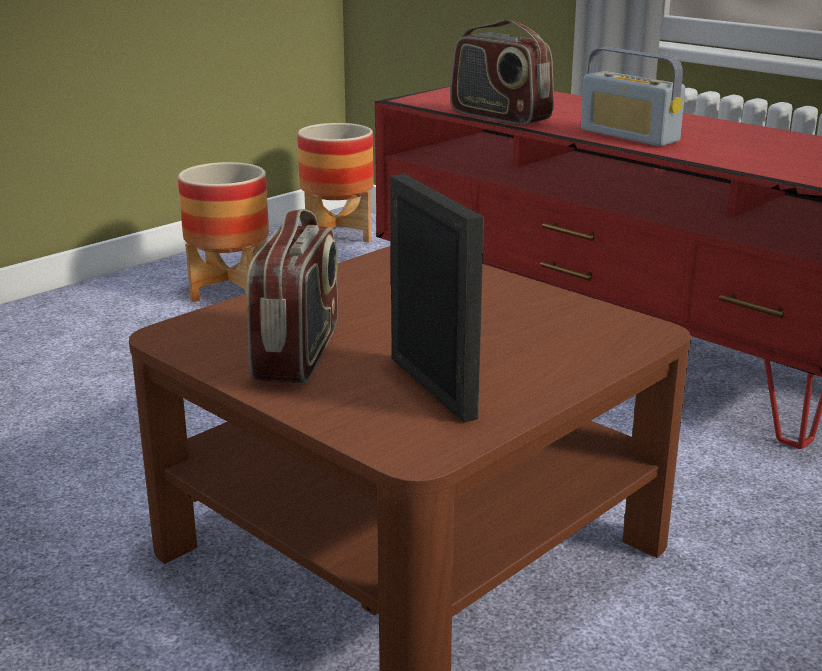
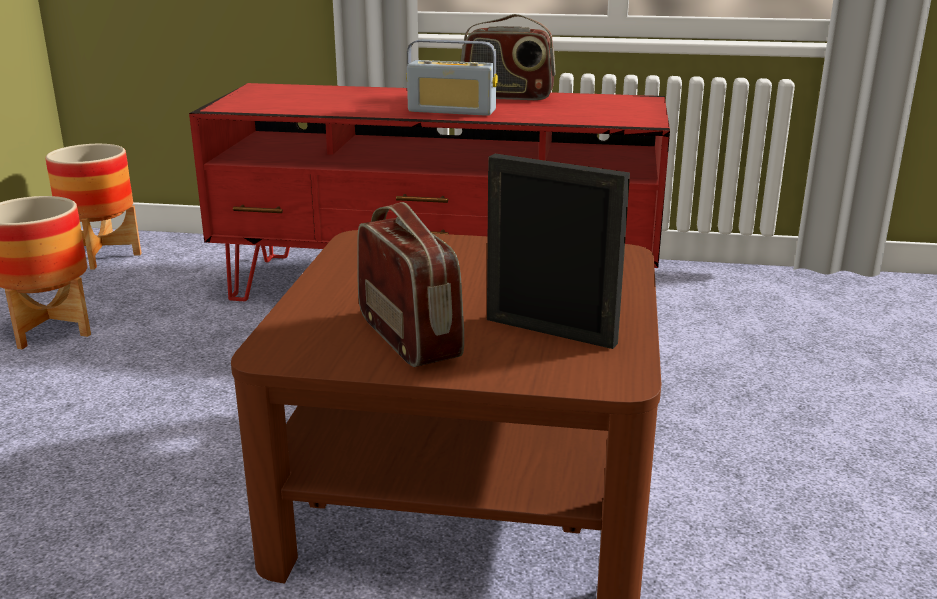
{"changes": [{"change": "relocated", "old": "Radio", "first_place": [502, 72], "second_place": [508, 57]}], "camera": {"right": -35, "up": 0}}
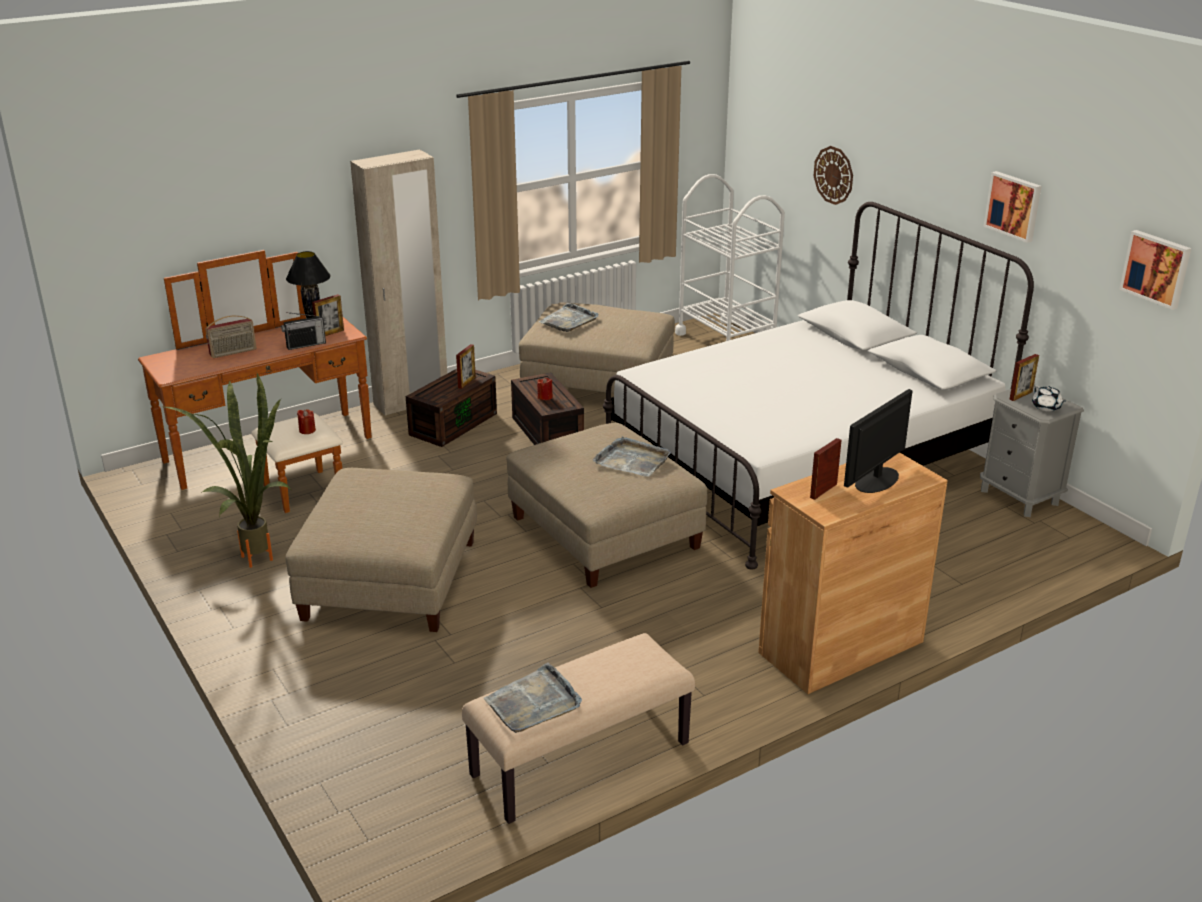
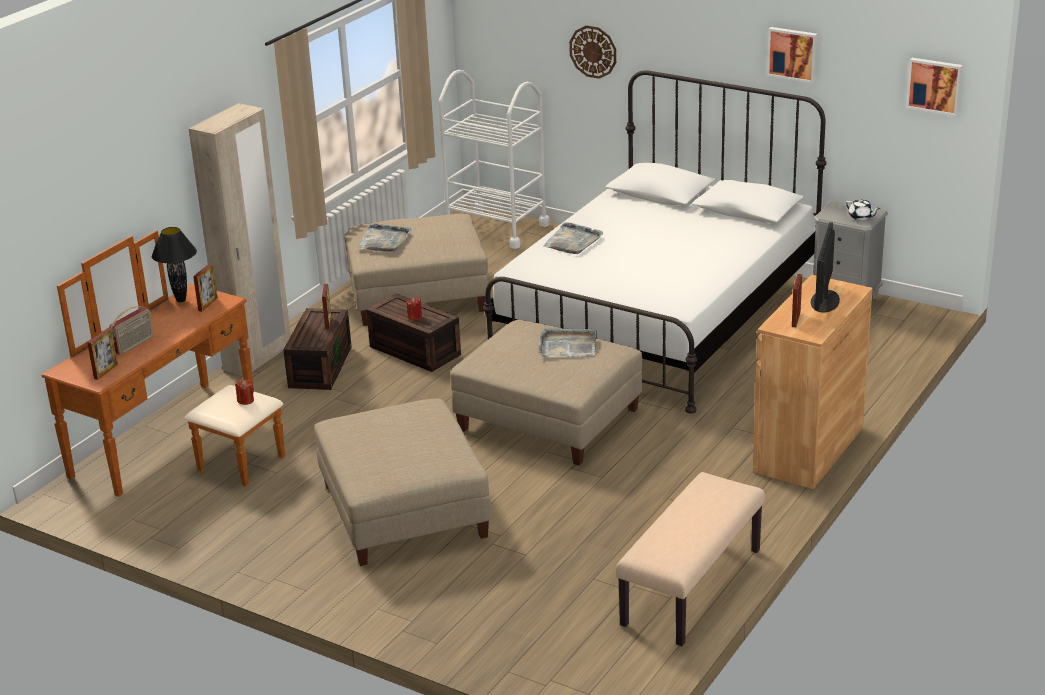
{"changes": [{"change": "missing", "old": "Radio", "first_place": [304, 331]}, {"change": "relocated", "old": "PictureFrame", "first_place": [1024, 377], "second_place": [102, 354]}, {"change": "missing", "old": "PottedPlant", "first_place": [227, 470]}, {"change": "relocated", "old": "GreyTray", "first_place": [533, 697], "second_place": [573, 238]}], "camera": {"right": -25, "up": 0}}
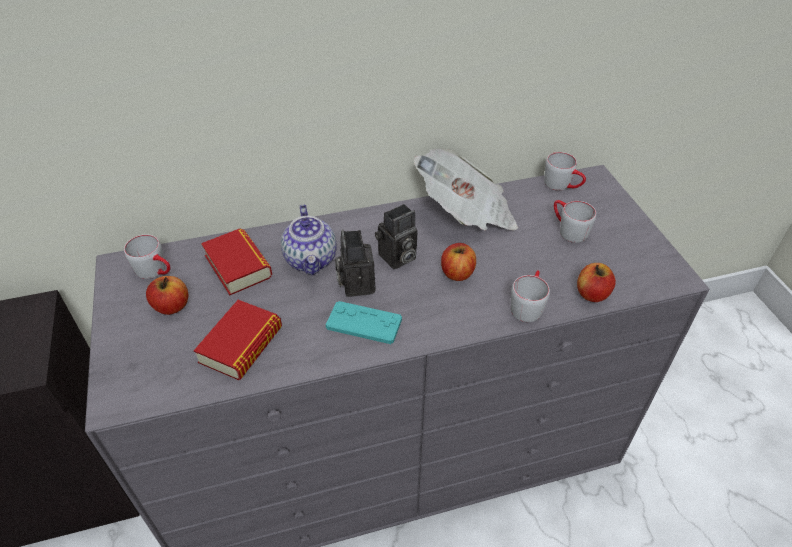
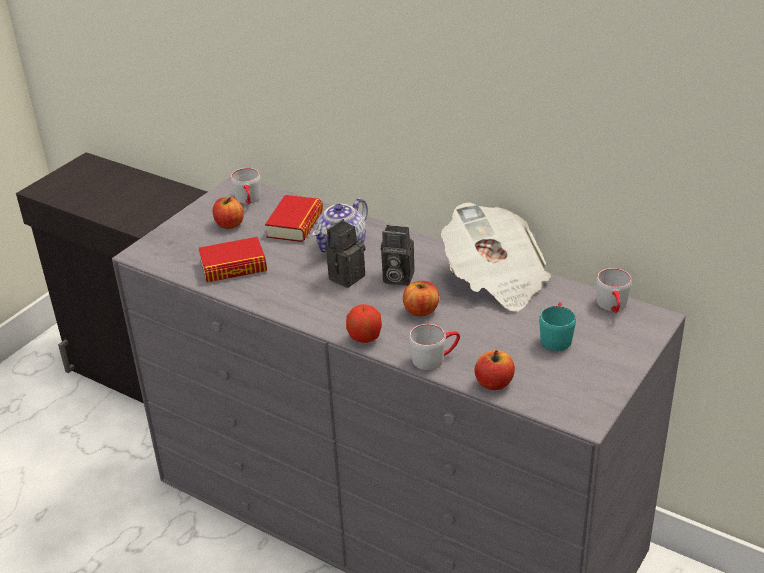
{"changes": [{"change": "colour", "old": "GreyMug", "new": "TurquoiseMug", "first_place": [575, 221], "second_place": [557, 326]}, {"change": "missing", "old": "TurquoiseGameController", "first_place": [364, 322]}, {"change": "appeared", "new": "Apple", "second_place": [364, 323]}], "camera": {"right": 50, "up": -10}}
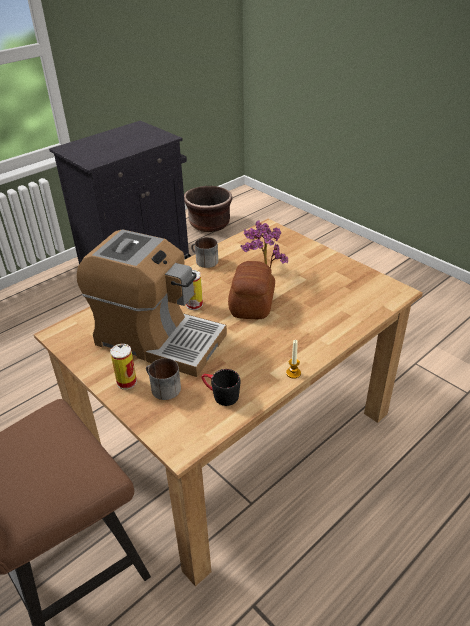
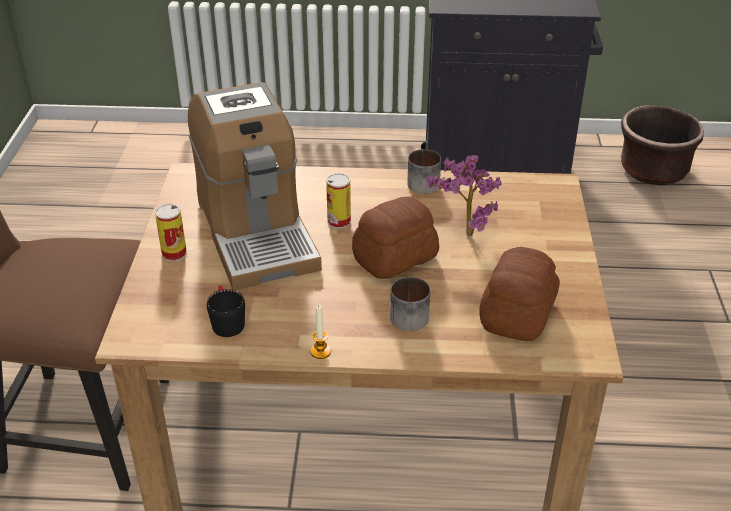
{"changes": [{"change": "relocated", "old": "Mug", "first_place": [163, 379], "second_place": [410, 304]}, {"change": "appeared", "new": "Bread", "second_place": [519, 294]}], "camera": {"right": 45, "up": 0}}
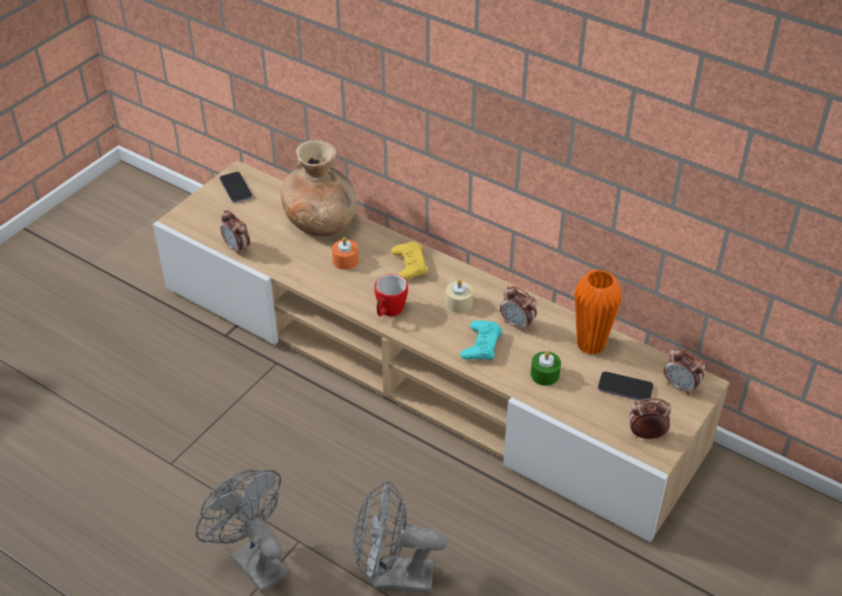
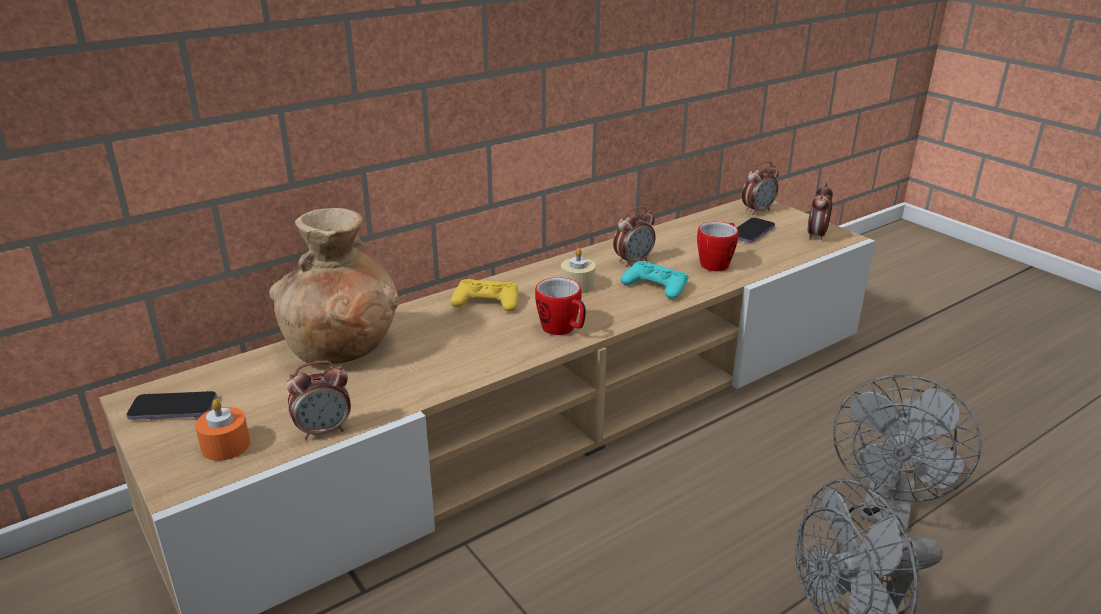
{"changes": [{"change": "relocated", "old": "OrangeCandle", "first_place": [345, 253], "second_place": [222, 430]}, {"change": "missing", "old": "OrangeVase", "first_place": [598, 312]}, {"change": "exchanged", "old": "GreenCandle", "new": "Mug", "first_place": [546, 368], "second_place": [717, 246]}], "camera": {"right": -70, "up": -15}}
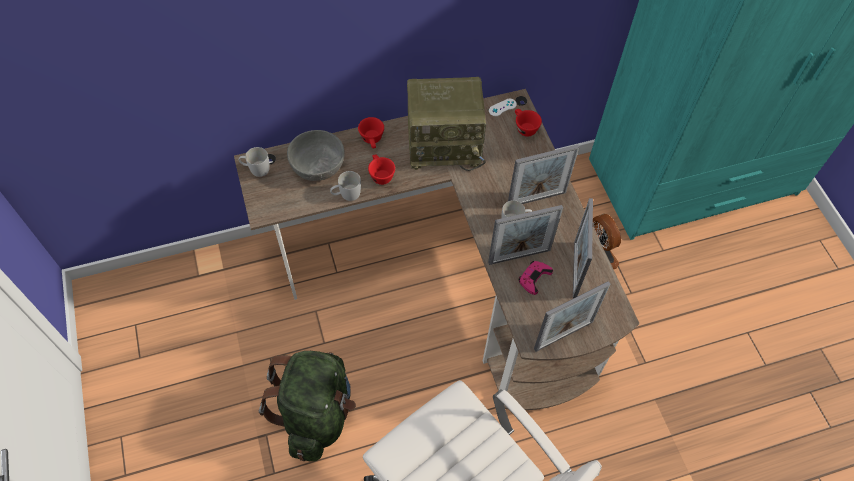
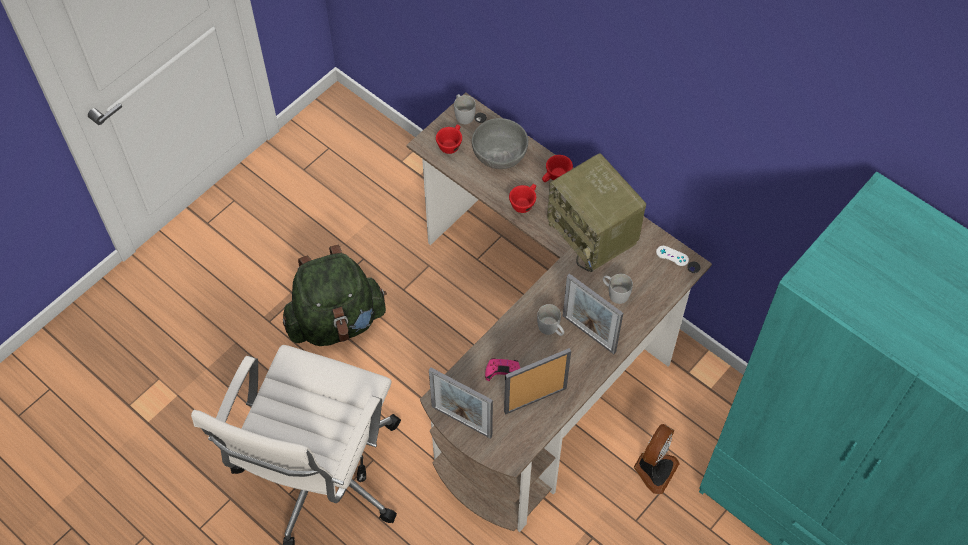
{"changes": [{"change": "relocated", "old": "RedCup", "first_place": [528, 123], "second_place": [449, 139]}, {"change": "relocated", "old": "WhiteMug", "first_place": [345, 186], "second_place": [618, 289]}, {"change": "missing", "old": "PictureFrame", "first_place": [525, 235]}], "camera": {"right": 60, "up": 0}}
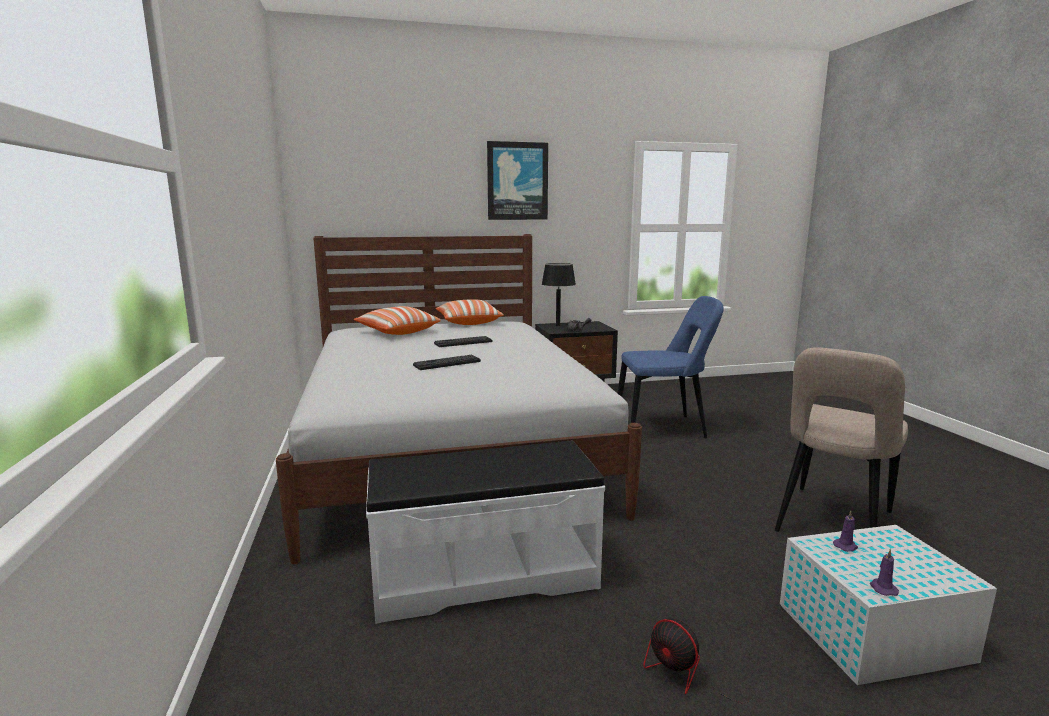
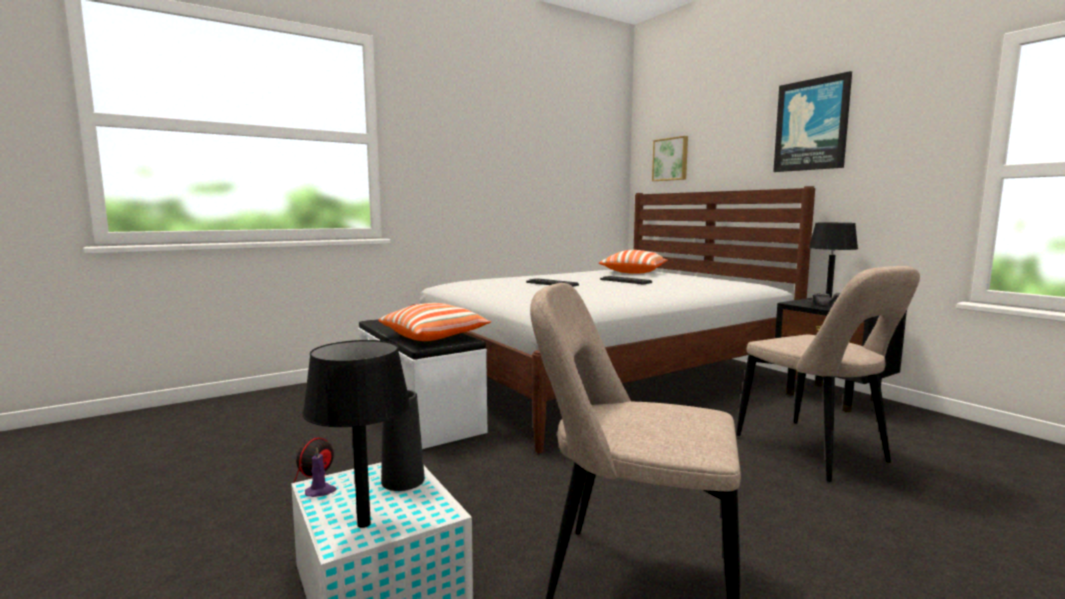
{"changes": [{"change": "colour", "old": "BlueChair", "new": "BeigeChair", "first_place": [671, 367], "second_place": [828, 374]}, {"change": "relocated", "old": "Pillow", "first_place": [470, 312], "second_place": [435, 322]}, {"change": "exchanged", "old": "PurpleCandle", "new": "BlackVase", "first_place": [845, 531], "second_place": [403, 440]}, {"change": "appeared", "new": "Picture", "second_place": [670, 158]}, {"change": "appeared", "new": "BlackTableLamp", "second_place": [356, 434]}], "camera": {"right": 70, "up": -5}}
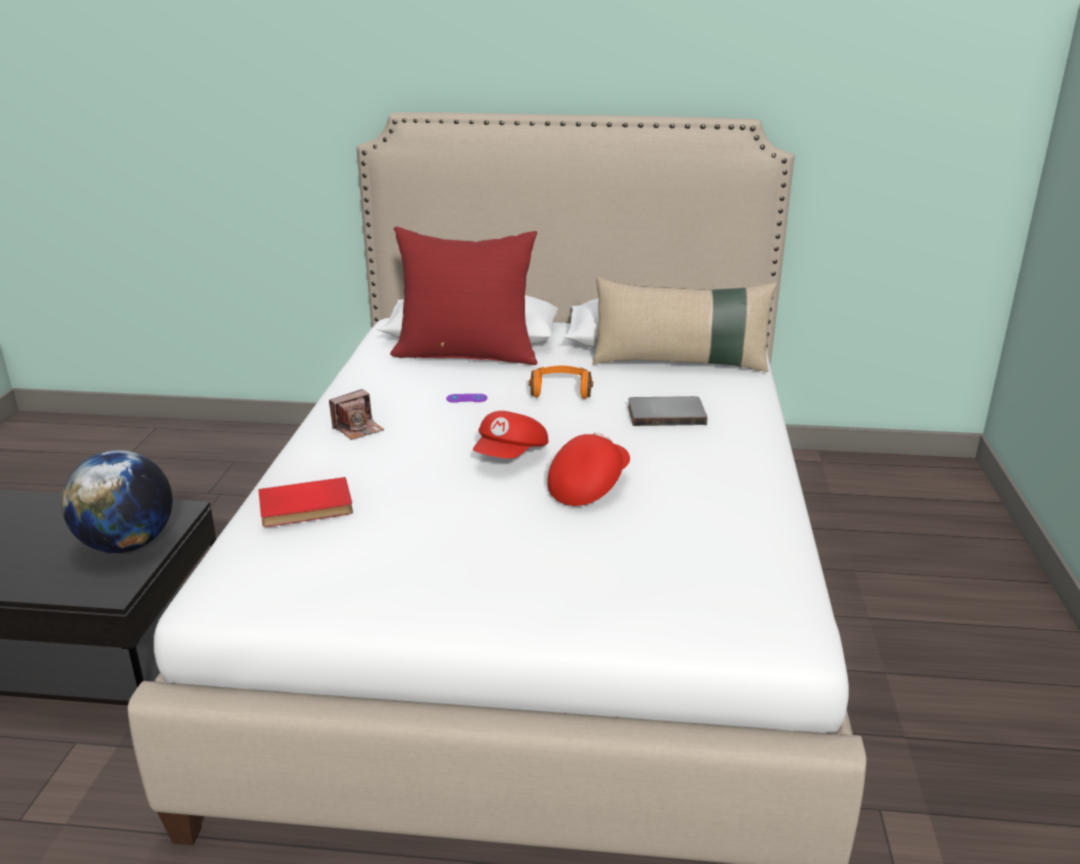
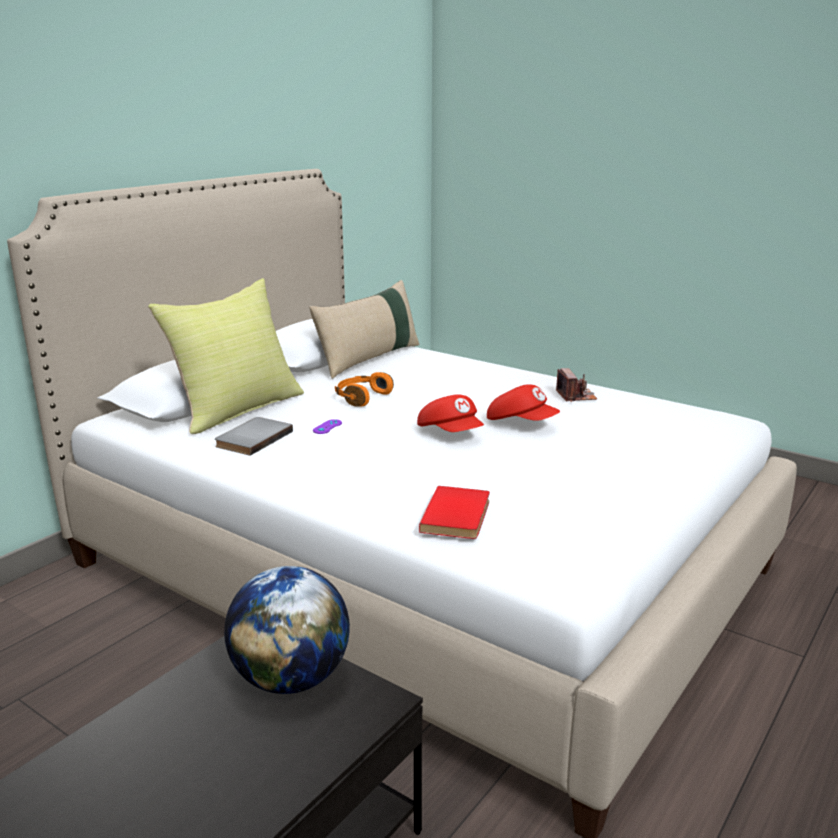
{"changes": [{"change": "colour", "old": "RedPillow", "new": "YellowPillow", "first_place": [463, 296], "second_place": [226, 356]}, {"change": "relocated", "old": "PhotoCamera", "first_place": [356, 414], "second_place": [576, 385]}, {"change": "relocated", "old": "GreyBook", "first_place": [668, 411], "second_place": [254, 436]}, {"change": "spun", "old": "RedCap", "first_place": [588, 469], "second_place": [523, 402], "degrees": 150}], "camera": {"right": -60, "up": -5}}
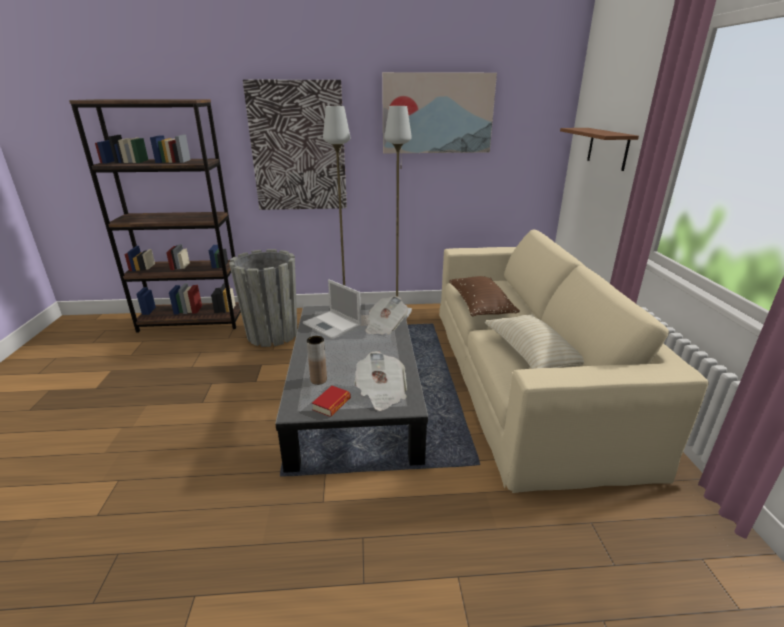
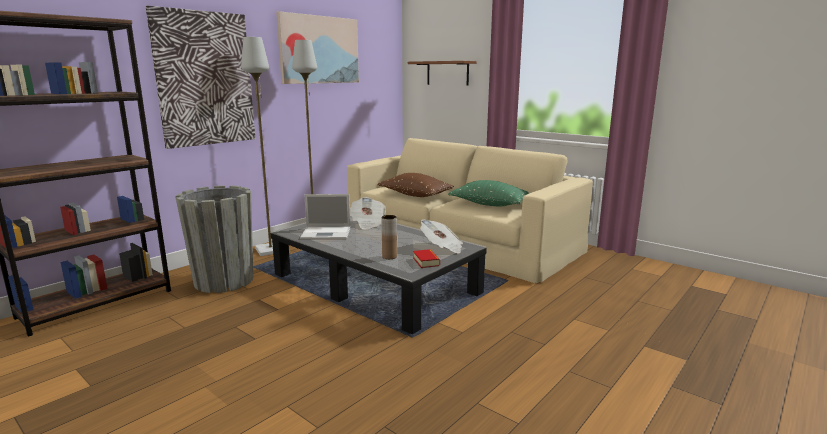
{"changes": [{"change": "colour", "old": "BeigePillow", "new": "GreenPillow", "first_place": [534, 342], "second_place": [488, 193]}], "camera": {"right": -45, "up": -10}}
